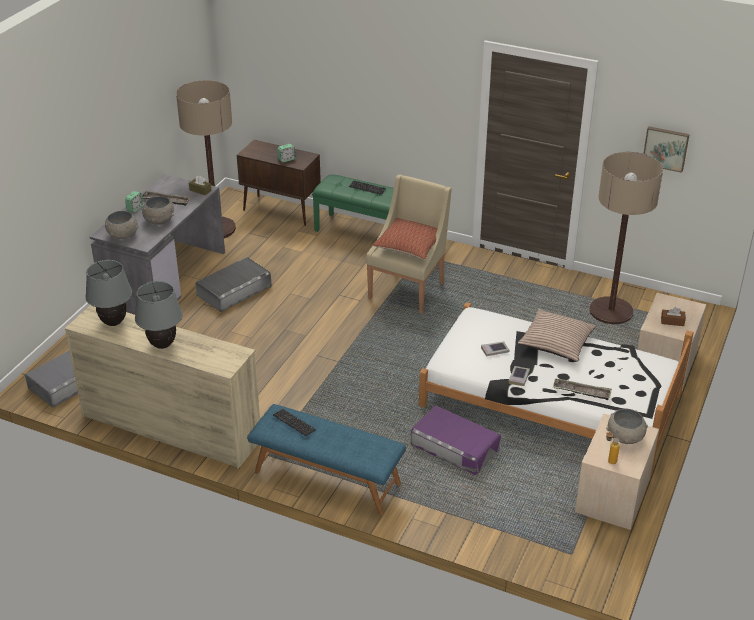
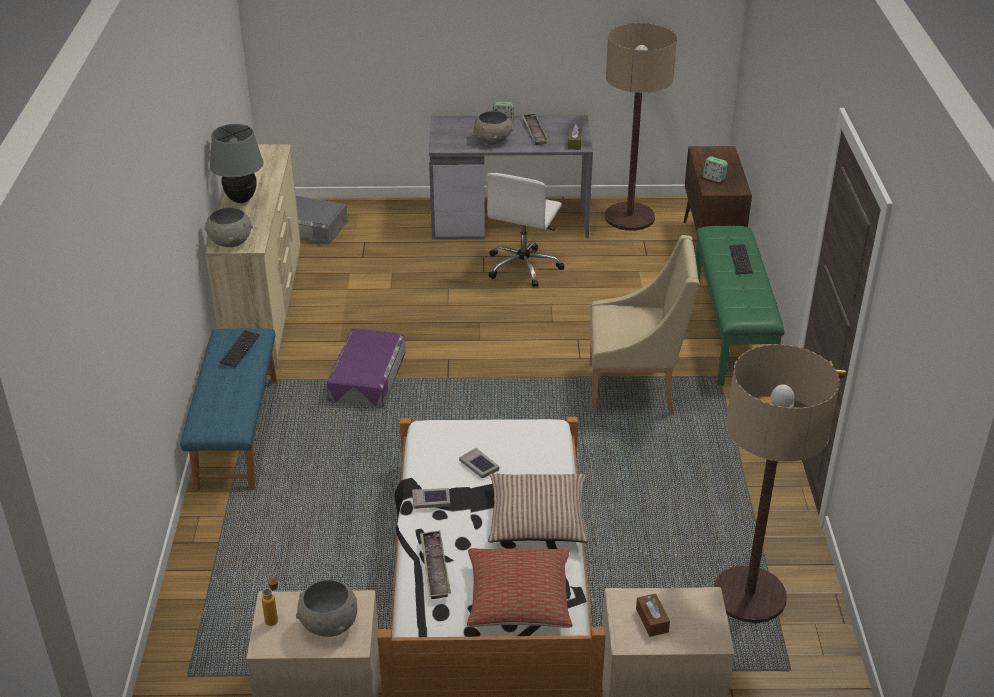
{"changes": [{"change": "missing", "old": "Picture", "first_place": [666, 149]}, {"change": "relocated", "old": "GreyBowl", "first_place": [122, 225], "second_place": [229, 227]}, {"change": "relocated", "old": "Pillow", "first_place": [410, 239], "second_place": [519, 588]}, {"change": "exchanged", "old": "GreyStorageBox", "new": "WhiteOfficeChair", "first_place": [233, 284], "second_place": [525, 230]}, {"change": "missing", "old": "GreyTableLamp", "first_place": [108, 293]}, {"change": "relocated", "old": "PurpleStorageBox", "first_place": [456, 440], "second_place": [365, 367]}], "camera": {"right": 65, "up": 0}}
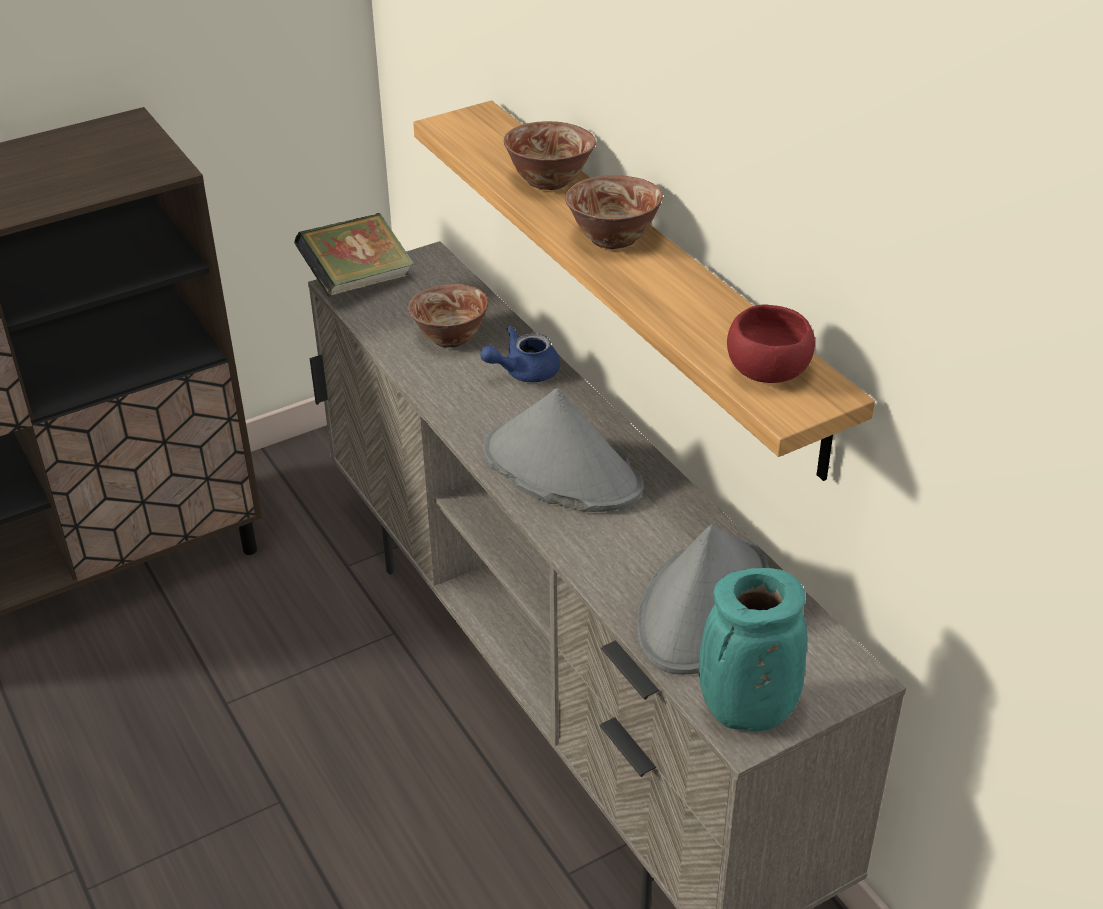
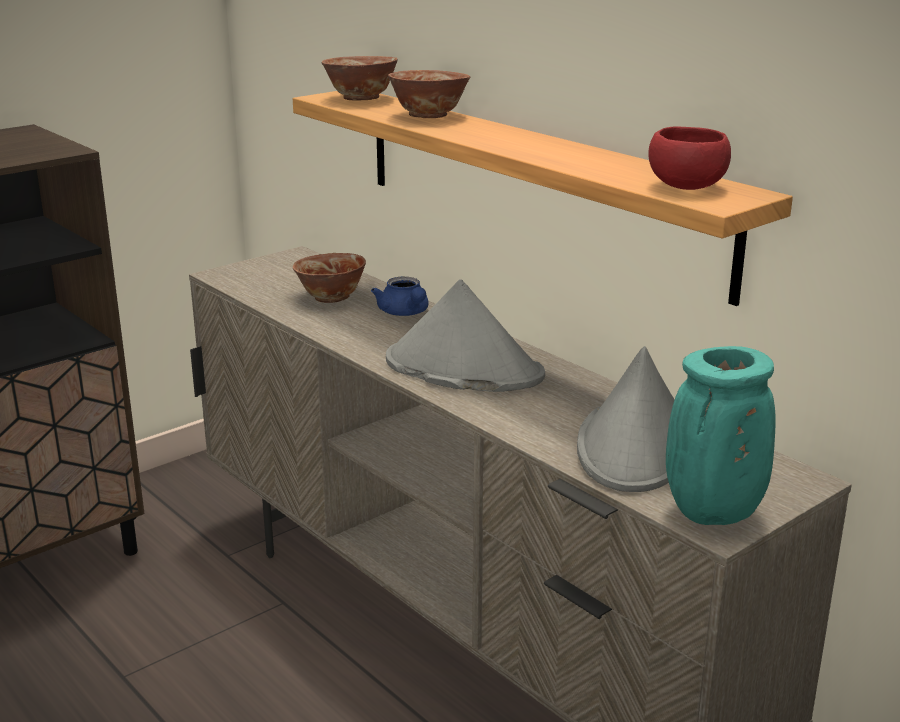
{"changes": [{"change": "relocated", "old": "Bowl", "first_place": [614, 212], "second_place": [360, 78]}, {"change": "missing", "old": "Book", "first_place": [354, 255]}, {"change": "spun", "old": "BlueTeapot", "first_place": [520, 354], "second_place": [400, 296], "degrees": -75}], "camera": {"right": -10, "up": -15}}
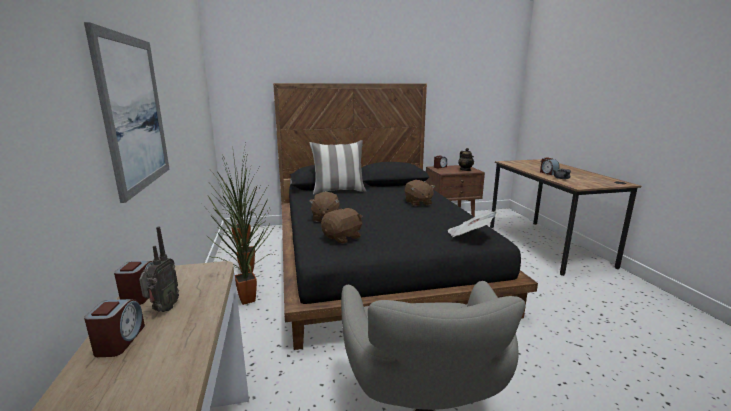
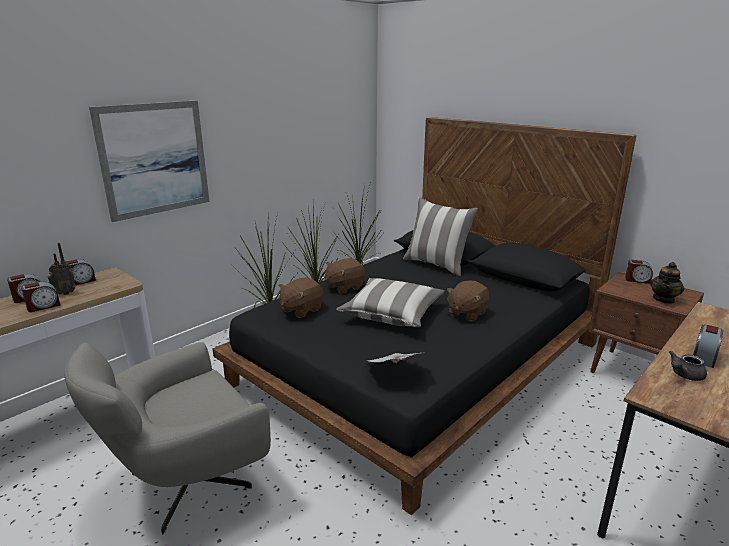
{"changes": [{"change": "spun", "old": "BrownPlushToy", "first_place": [342, 226], "second_place": [300, 297], "degrees": 120}, {"change": "appeared", "new": "Pillow", "second_place": [390, 302]}, {"change": "appeared", "new": "AlarmClock", "second_place": [40, 296]}], "camera": {"right": 55, "up": 5}}
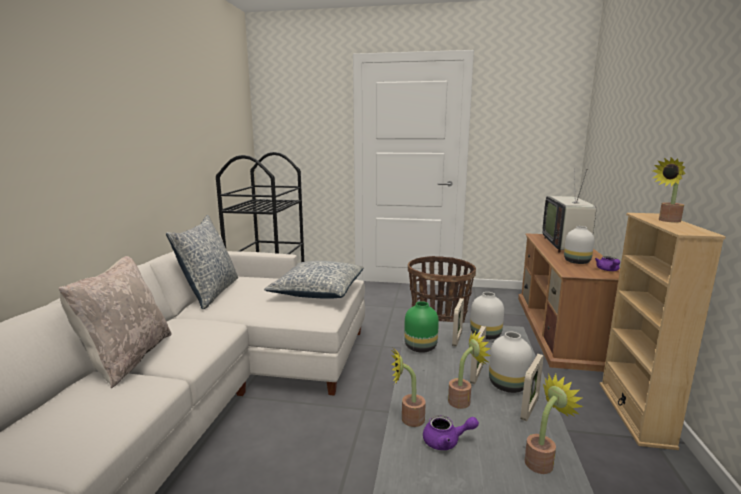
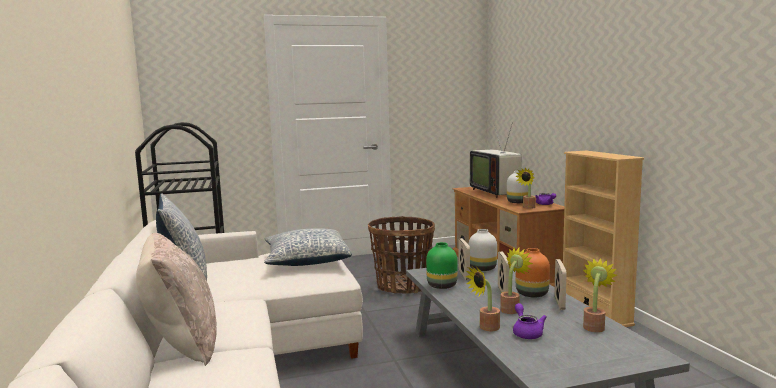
{"changes": [{"change": "relocated", "old": "PottedPlant", "first_place": [669, 190], "second_place": [525, 188]}, {"change": "colour", "old": "WhiteVase", "new": "OrangeVase", "first_place": [510, 362], "second_place": [533, 272]}, {"change": "spun", "old": "PurpleTeapot", "first_place": [451, 432], "second_place": [530, 321], "degrees": -75}], "camera": {"right": -25, "up": -5}}
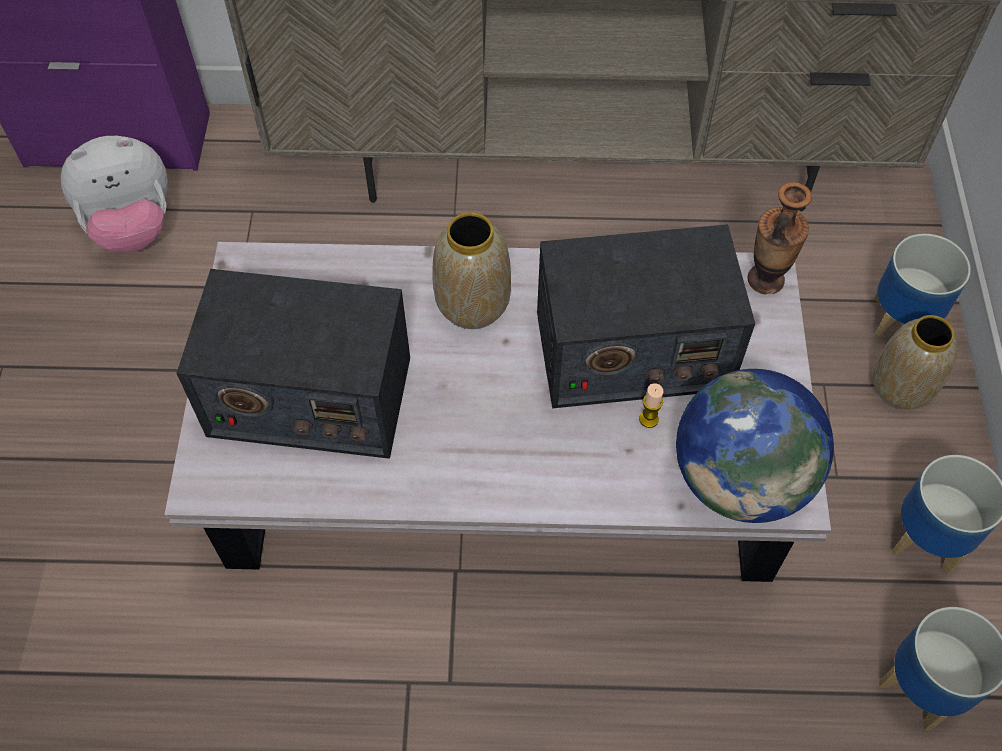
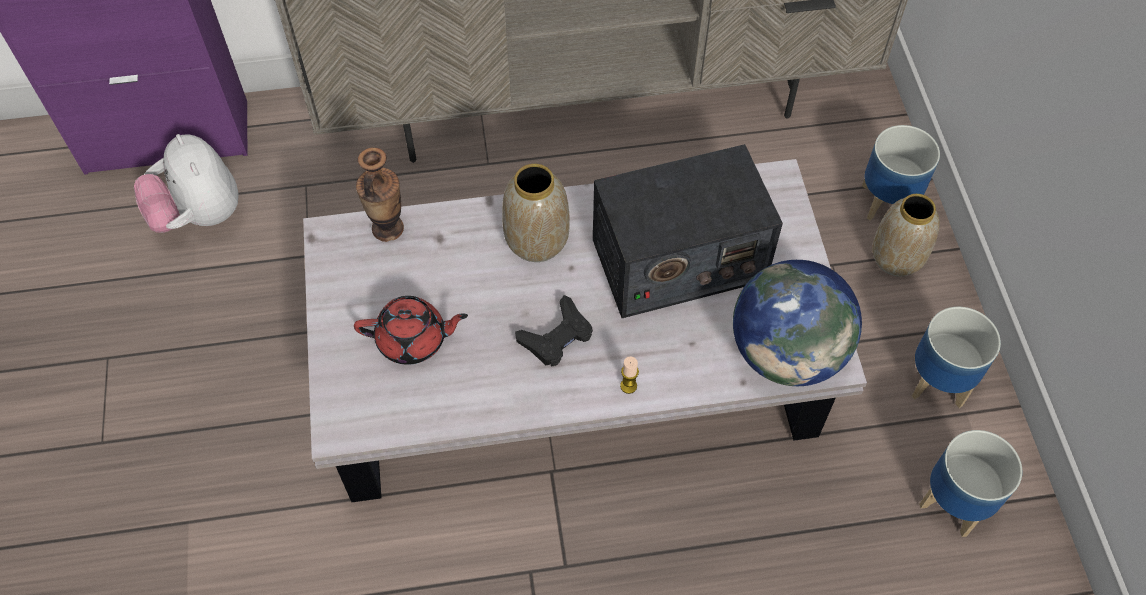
{"changes": [{"change": "spun", "old": "PlushToy", "first_place": [114, 194], "second_place": [186, 183], "degrees": 90}, {"change": "relocated", "old": "Vase", "first_place": [779, 238], "second_place": [380, 195]}, {"change": "exchanged", "old": "Radio", "new": "RedTeapot", "first_place": [293, 364], "second_place": [411, 330]}, {"change": "relocated", "old": "Candle", "first_place": [651, 405], "second_place": [629, 375]}, {"change": "appeared", "new": "BlackGameController", "second_place": [554, 330]}], "camera": {"right": -10, "up": 0}}
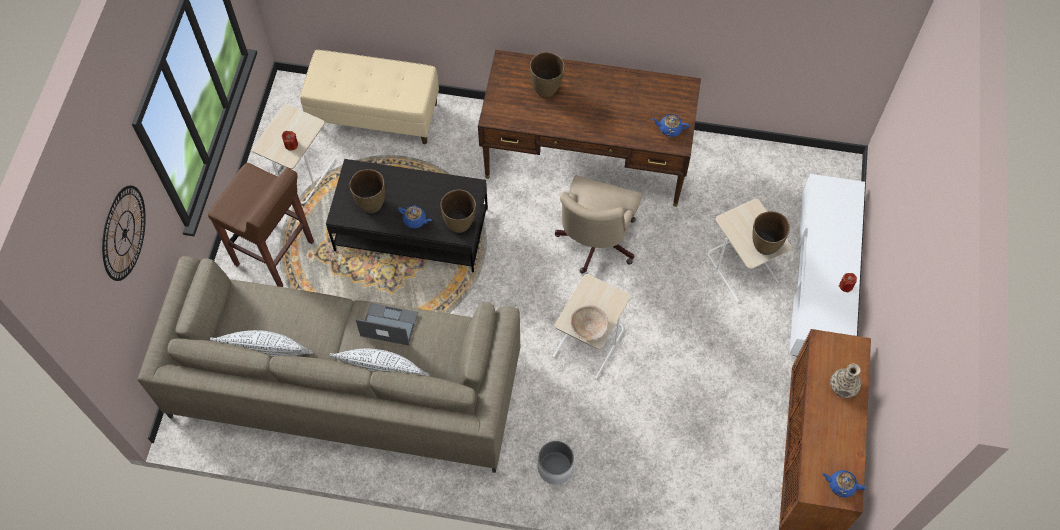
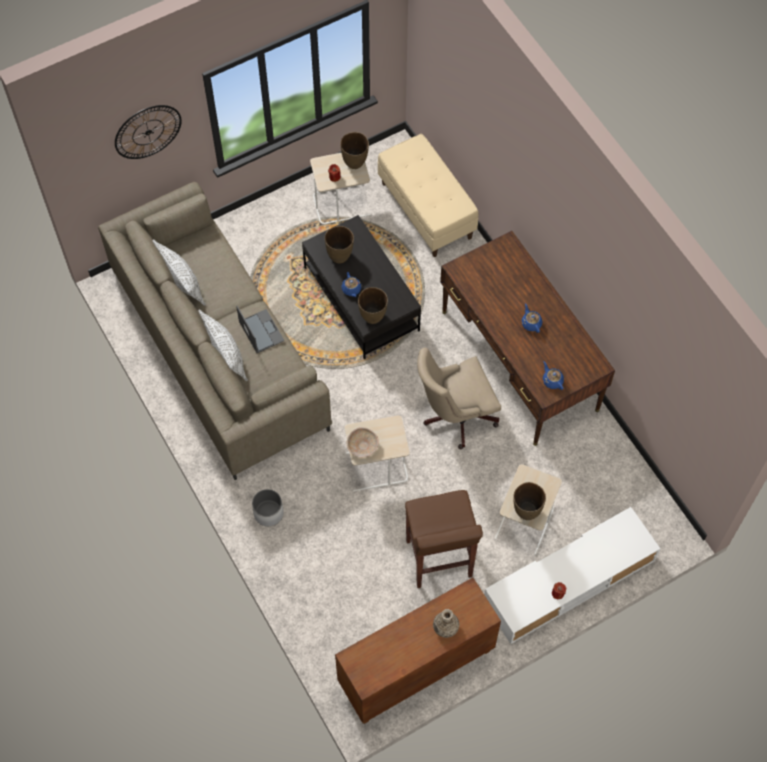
{"changes": [{"change": "relocated", "old": "BrownVase", "first_place": [547, 74], "second_place": [354, 150]}, {"change": "relocated", "old": "BrownStool", "first_place": [261, 225], "second_place": [444, 539]}, {"change": "relocated", "old": "BlueTeapot", "first_place": [844, 484], "second_place": [531, 318]}], "camera": {"right": 50, "up": 0}}
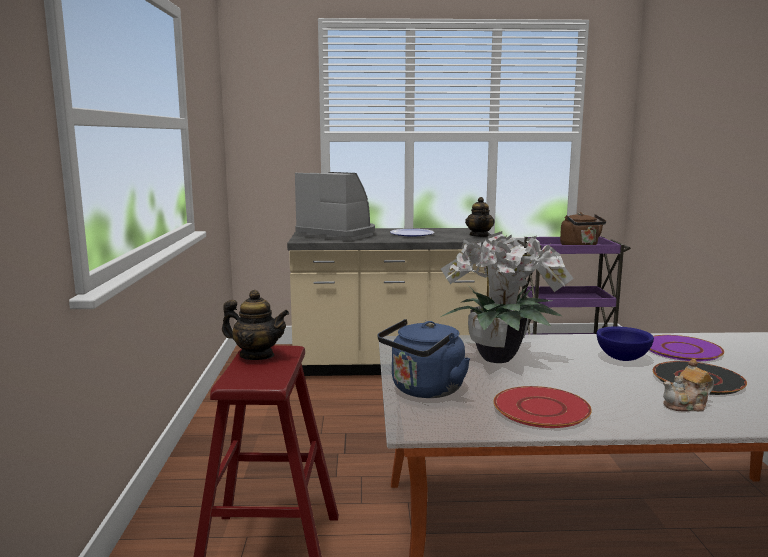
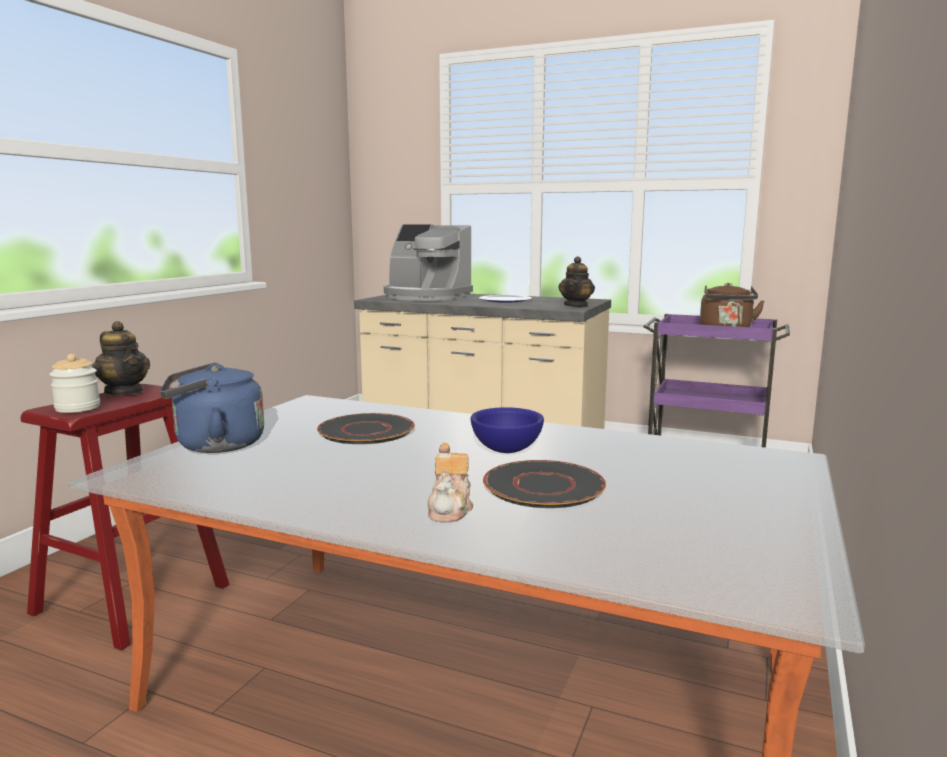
{"changes": [{"change": "spun", "old": "CoffeeMachine", "first_place": [335, 206], "second_place": [428, 262], "degrees": 150}, {"change": "exchanged", "old": "PottedPlant", "new": "BlackPlate", "first_place": [507, 297], "second_place": [366, 428]}, {"change": "missing", "old": "PurplePlate", "first_place": [686, 348]}, {"change": "spun", "old": "Teapot", "first_place": [688, 385], "second_place": [450, 482], "degrees": -90}, {"change": "missing", "old": "RedPlate", "first_place": [543, 407]}, {"change": "appeared", "new": "Jar", "second_place": [74, 383]}], "camera": {"right": 25, "up": 0}}
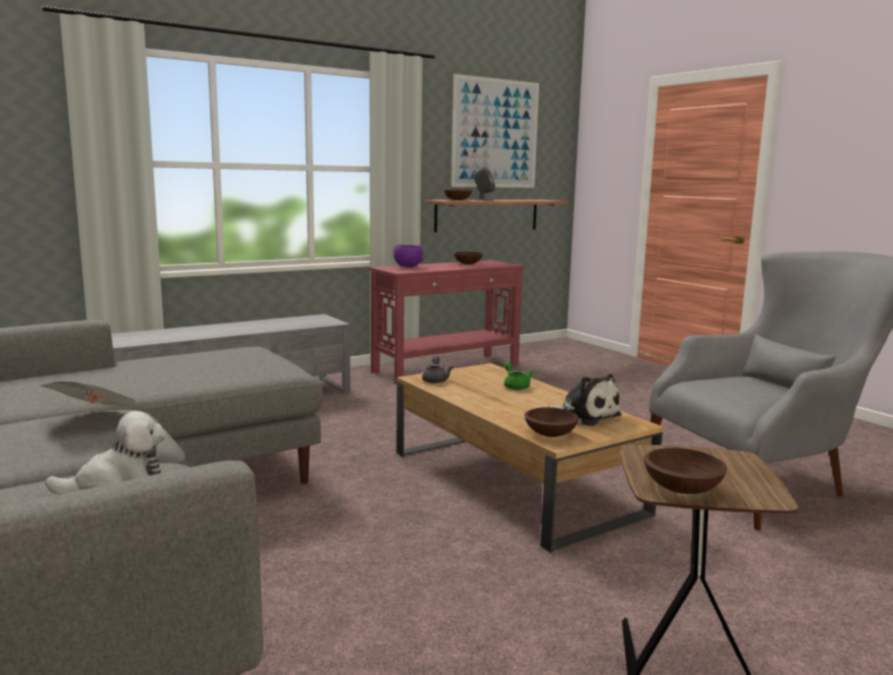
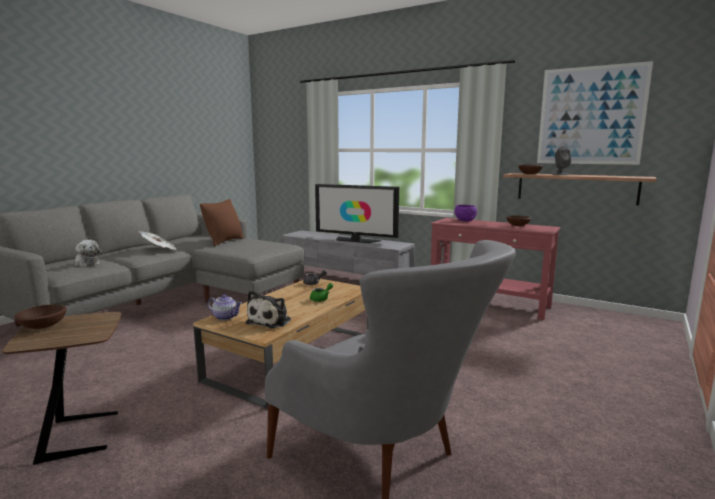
{"changes": [{"change": "exchanged", "old": "BrownBowl", "new": "Teapot", "first_place": [551, 422], "second_place": [224, 307]}, {"change": "appeared", "new": "Television", "second_place": [357, 213]}, {"change": "appeared", "new": "BrownPillow", "second_place": [222, 222]}], "camera": {"right": 65, "up": 0}}
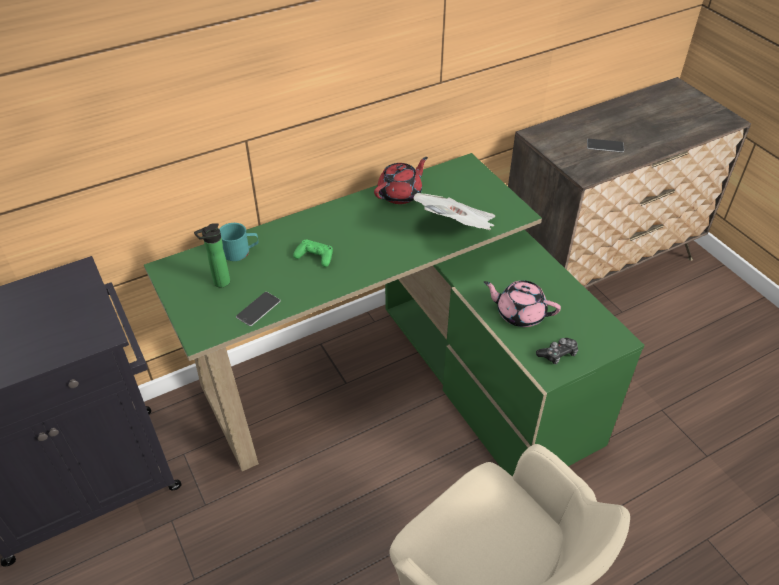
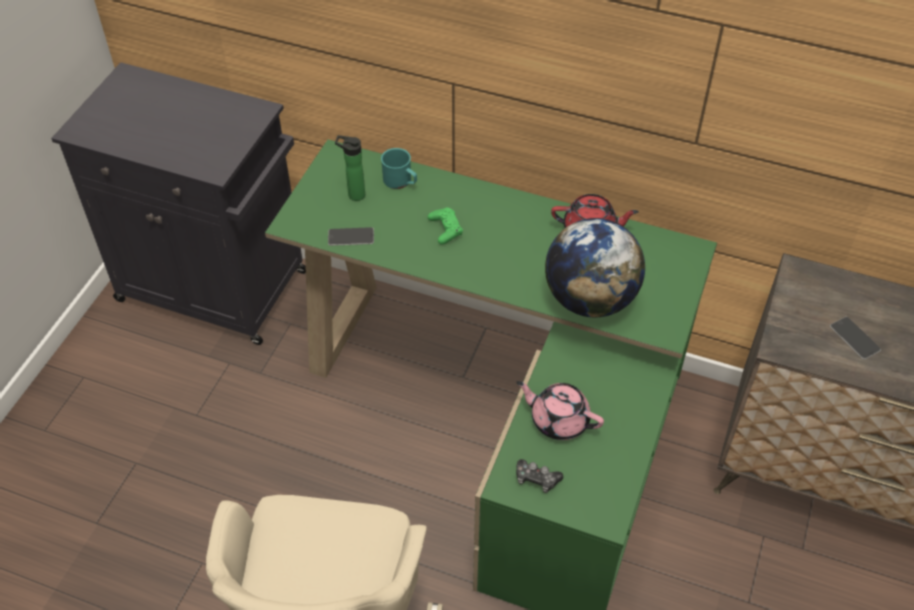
{"changes": [{"change": "exchanged", "old": "Newspaper", "new": "Globe", "first_place": [454, 211], "second_place": [595, 267]}, {"change": "spun", "old": "PinkTeapot", "first_place": [522, 303], "second_place": [560, 410], "degrees": -45}], "camera": {"right": 50, "up": 5}}
